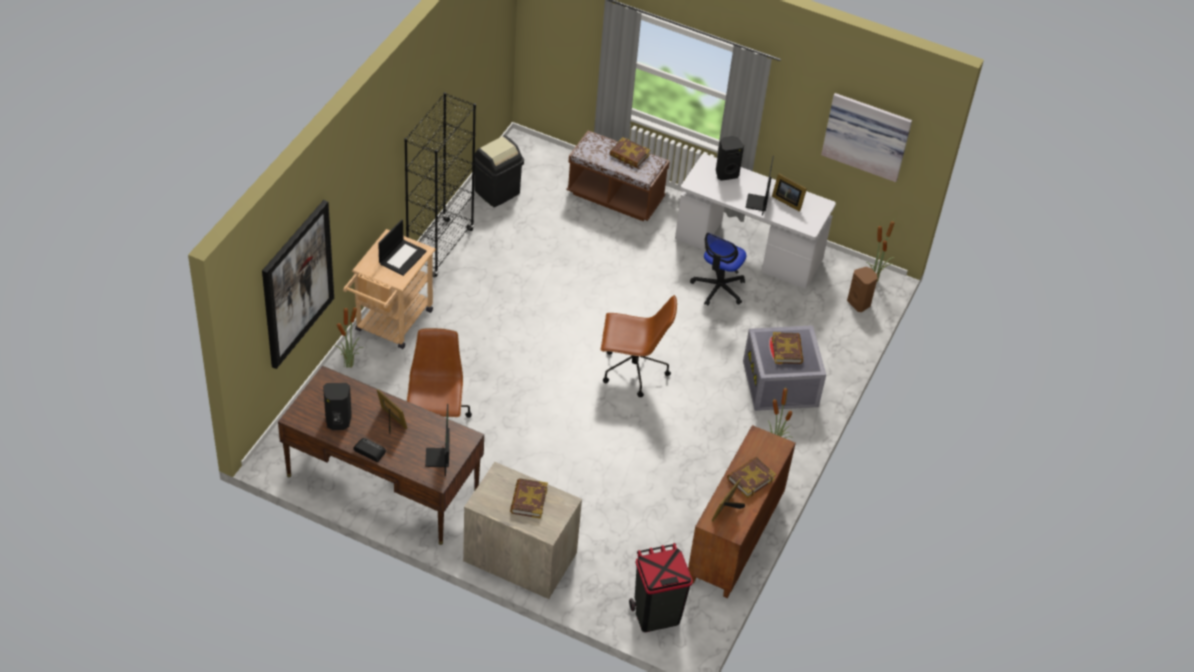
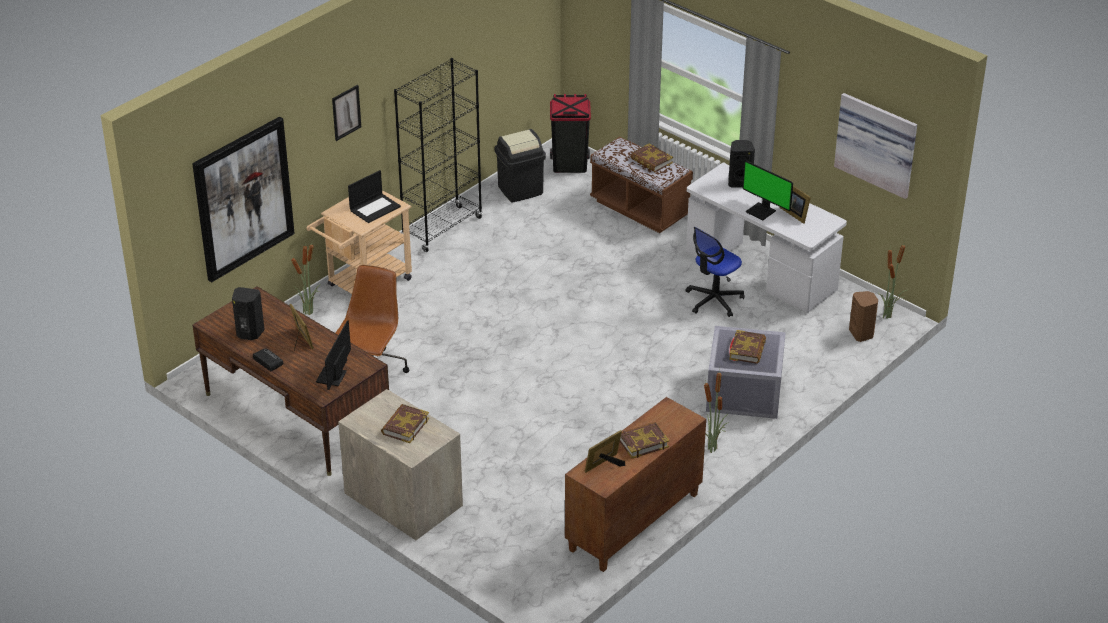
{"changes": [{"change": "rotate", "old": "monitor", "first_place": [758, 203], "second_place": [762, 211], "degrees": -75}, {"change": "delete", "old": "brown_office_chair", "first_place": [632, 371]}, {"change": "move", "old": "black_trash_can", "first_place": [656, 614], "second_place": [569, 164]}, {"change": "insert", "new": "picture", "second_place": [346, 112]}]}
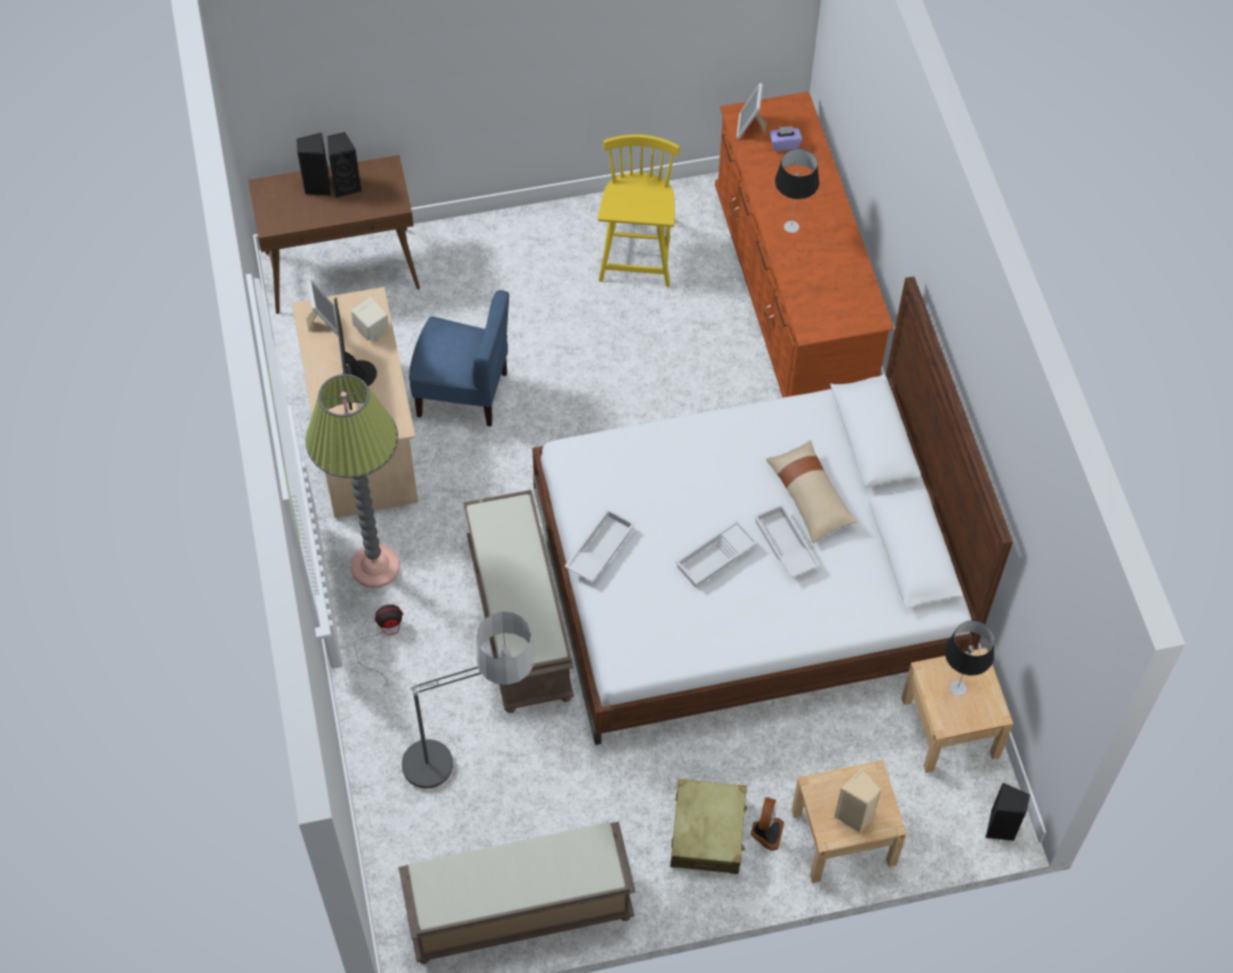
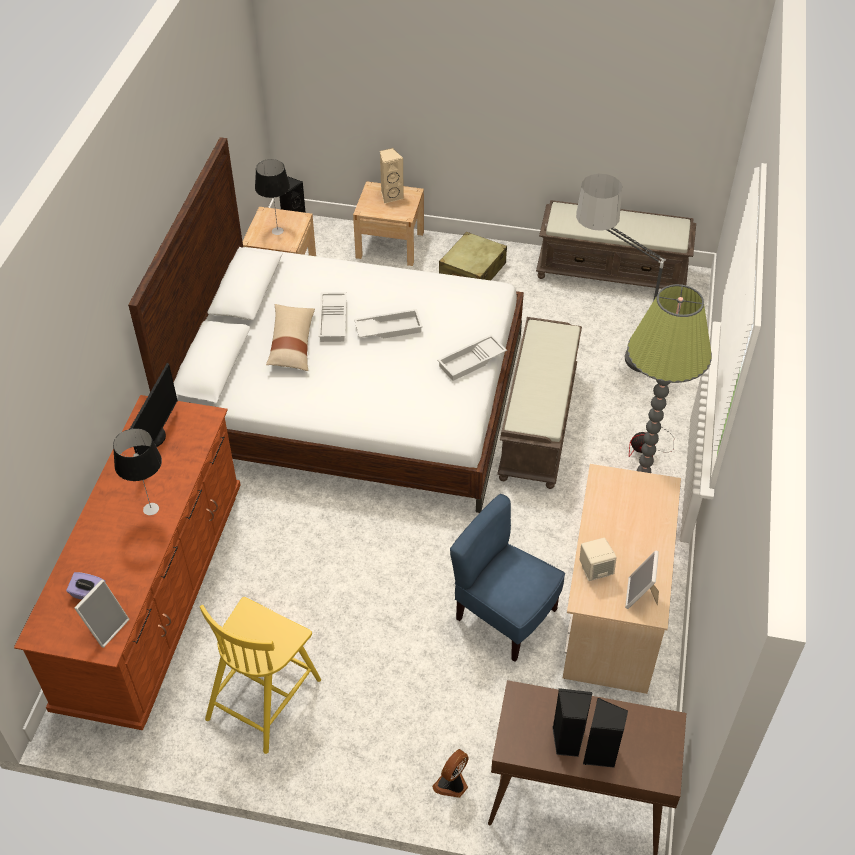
{"changes": [{"change": "move", "old": "monitor", "first_place": [355, 375], "second_place": [153, 437]}, {"change": "move", "old": "fan", "first_place": [766, 832], "second_place": [452, 784]}]}
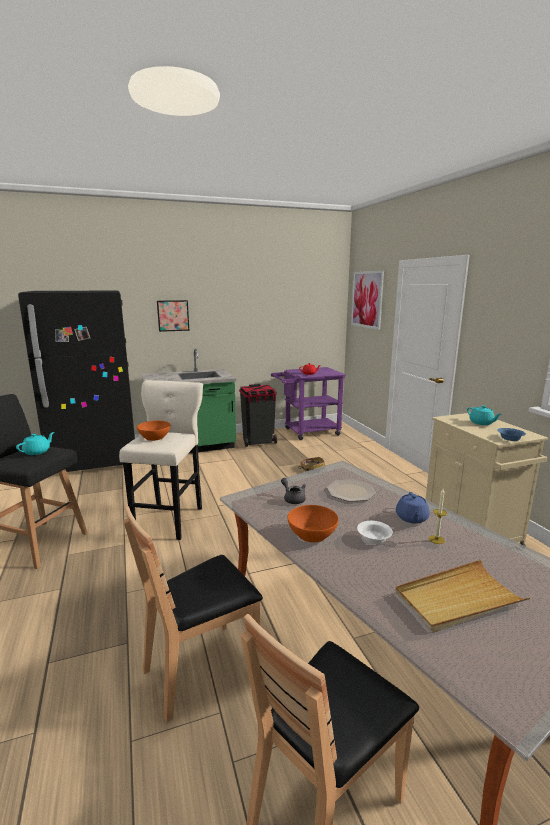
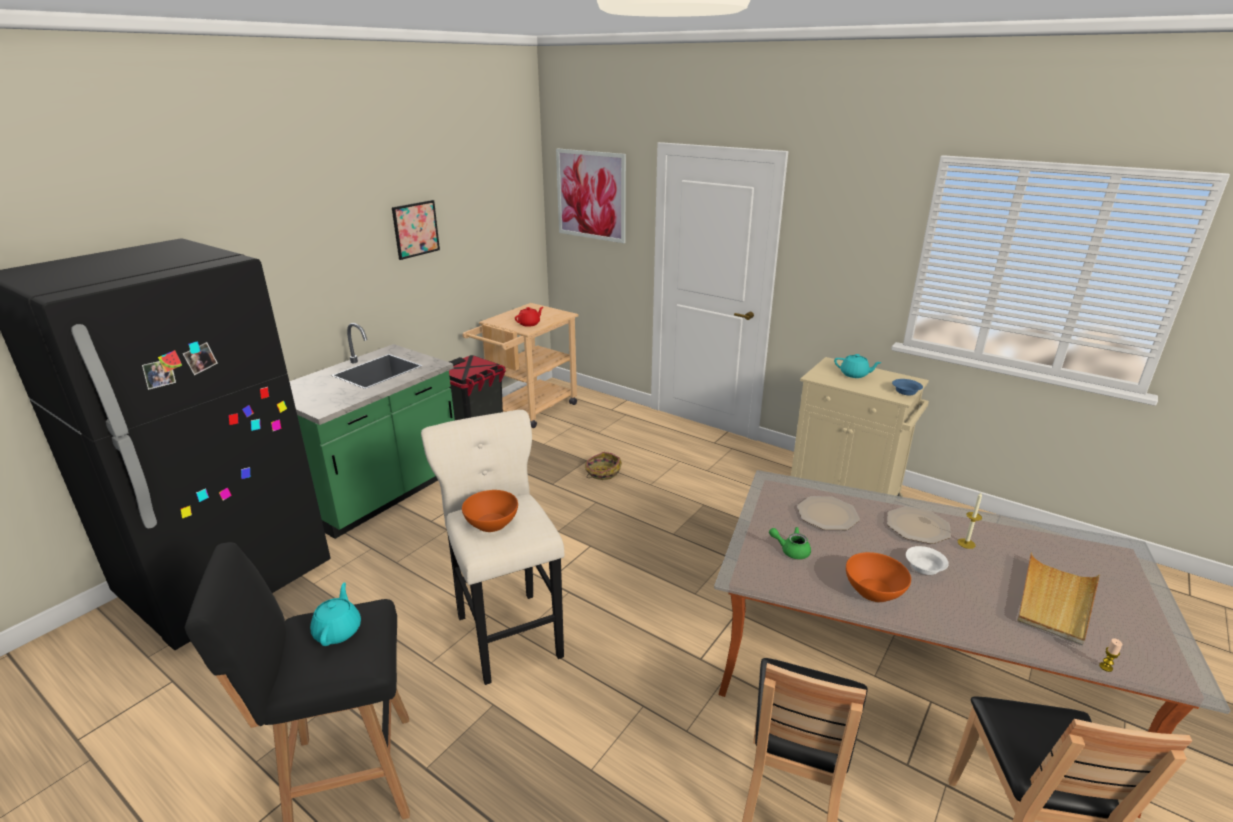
{"changes": [{"change": "move", "old": "picture", "first_place": [173, 315], "second_place": [415, 229]}, {"change": "recolor", "old": "purple_cart", "new": "beige_cart", "first_place": [307, 432], "second_place": [528, 411]}, {"change": "recolor", "old": "grey_teapot", "new": "green_teapot", "first_place": [293, 498], "second_place": [791, 550]}, {"change": "replace", "old": "blue_teapot", "new": "plate", "first_place": [411, 518], "second_place": [918, 526]}, {"change": "insert", "new": "candle", "second_place": [1105, 667]}]}
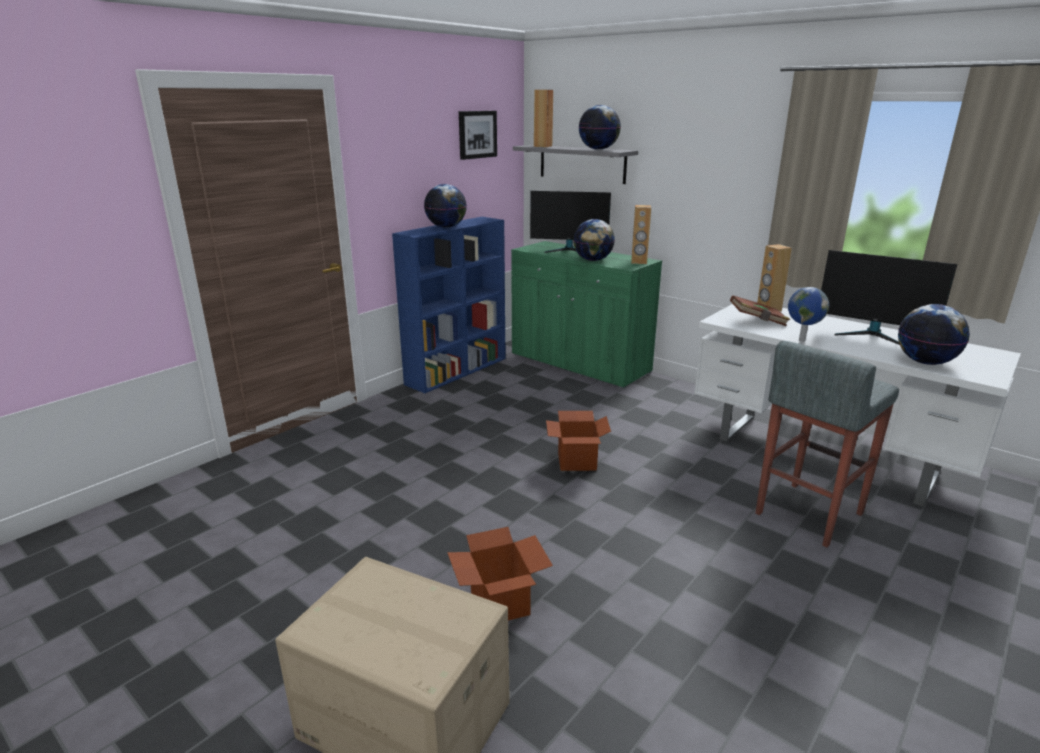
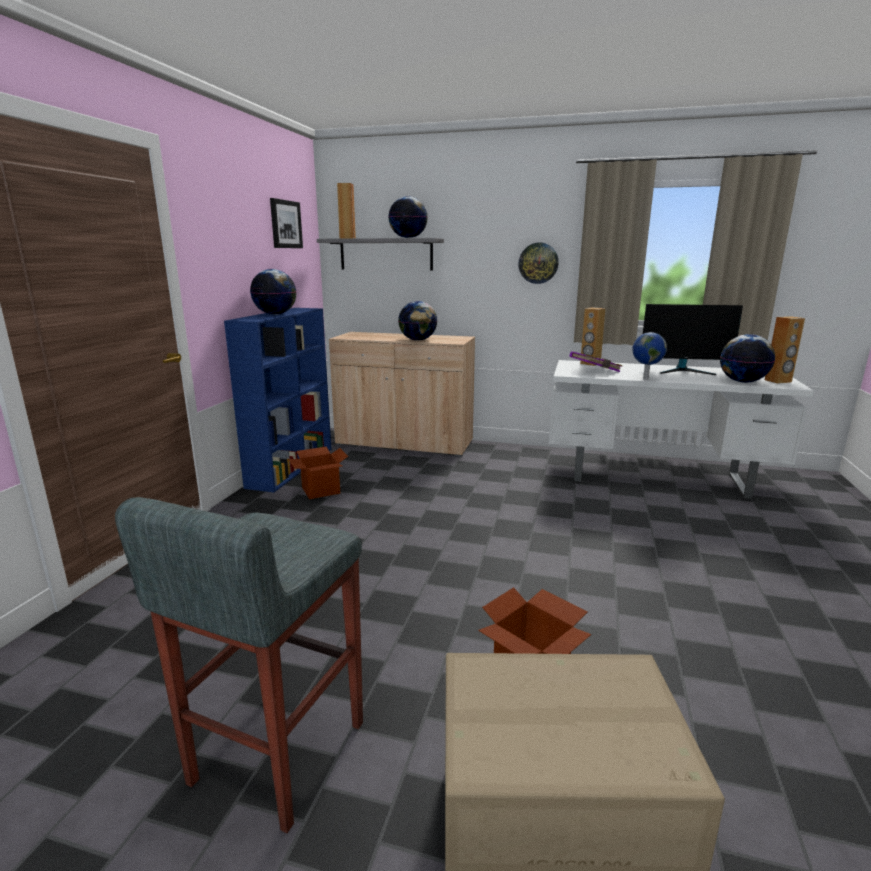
{"changes": [{"change": "delete", "old": "monitor", "first_place": [569, 250]}, {"change": "move", "old": "brown_speaker", "first_place": [639, 262], "second_place": [778, 381]}, {"change": "recolor", "old": "green_cabinet", "new": "beige_cabinet", "first_place": [579, 363], "second_place": [404, 443]}, {"change": "recolor", "old": "brown_book", "new": "purple_book", "first_place": [757, 321], "second_place": [595, 371]}, {"change": "move", "old": "grey_stool", "first_place": [807, 513], "second_place": [276, 753]}, {"change": "move", "old": "cardboard_box", "first_place": [577, 461], "second_place": [321, 490]}, {"change": "insert", "new": "wall_clock", "second_place": [538, 263]}]}
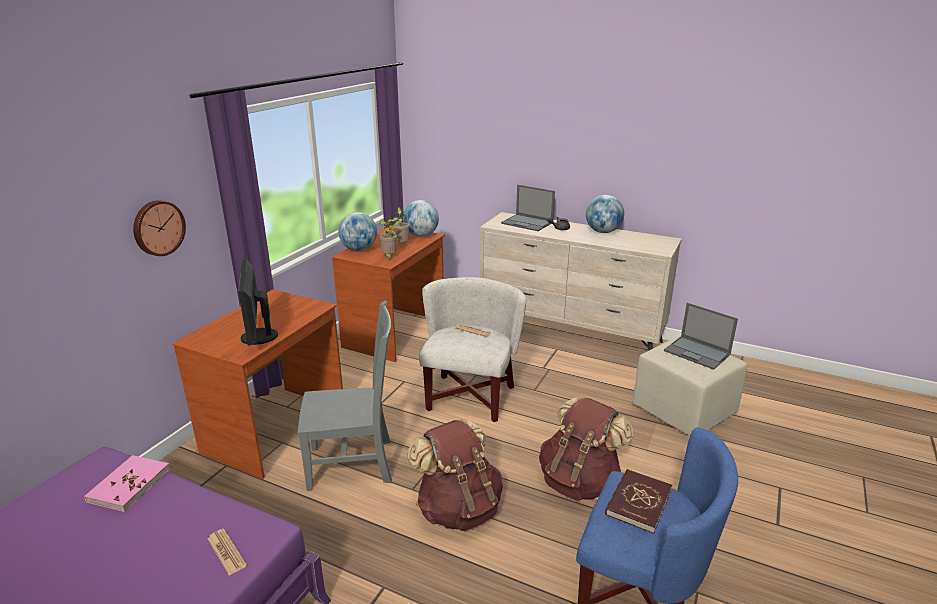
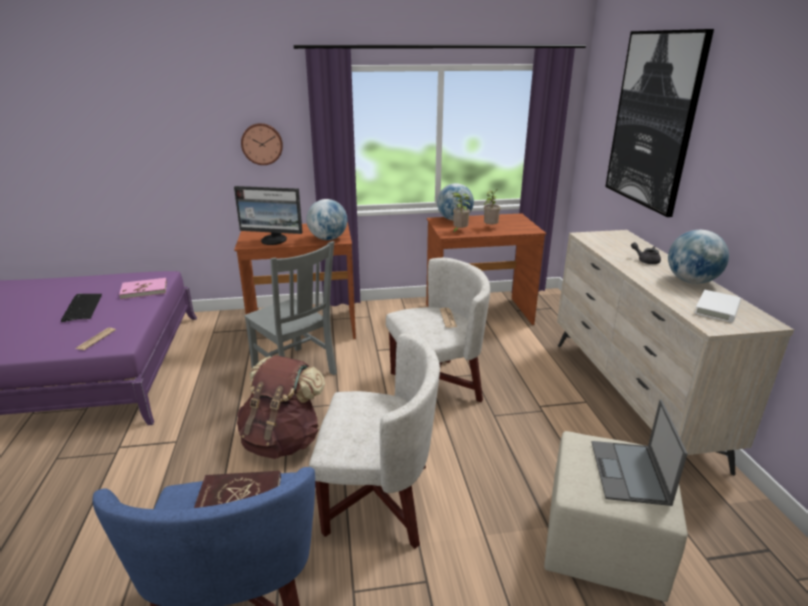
{"changes": [{"change": "delete", "old": "laptop", "first_place": [527, 223]}, {"change": "move", "old": "globe", "first_place": [421, 235], "second_place": [328, 239]}, {"change": "rotate", "old": "monitor", "first_place": [258, 337], "second_place": [274, 240], "degrees": -120}, {"change": "replace", "old": "brown_backpack", "new": "white_armchair", "first_place": [580, 482], "second_place": [379, 500]}, {"change": "insert", "new": "picture", "second_place": [653, 120]}, {"change": "insert", "new": "white_book", "second_place": [717, 309]}, {"change": "insert", "new": "keyboard", "second_place": [82, 308]}]}
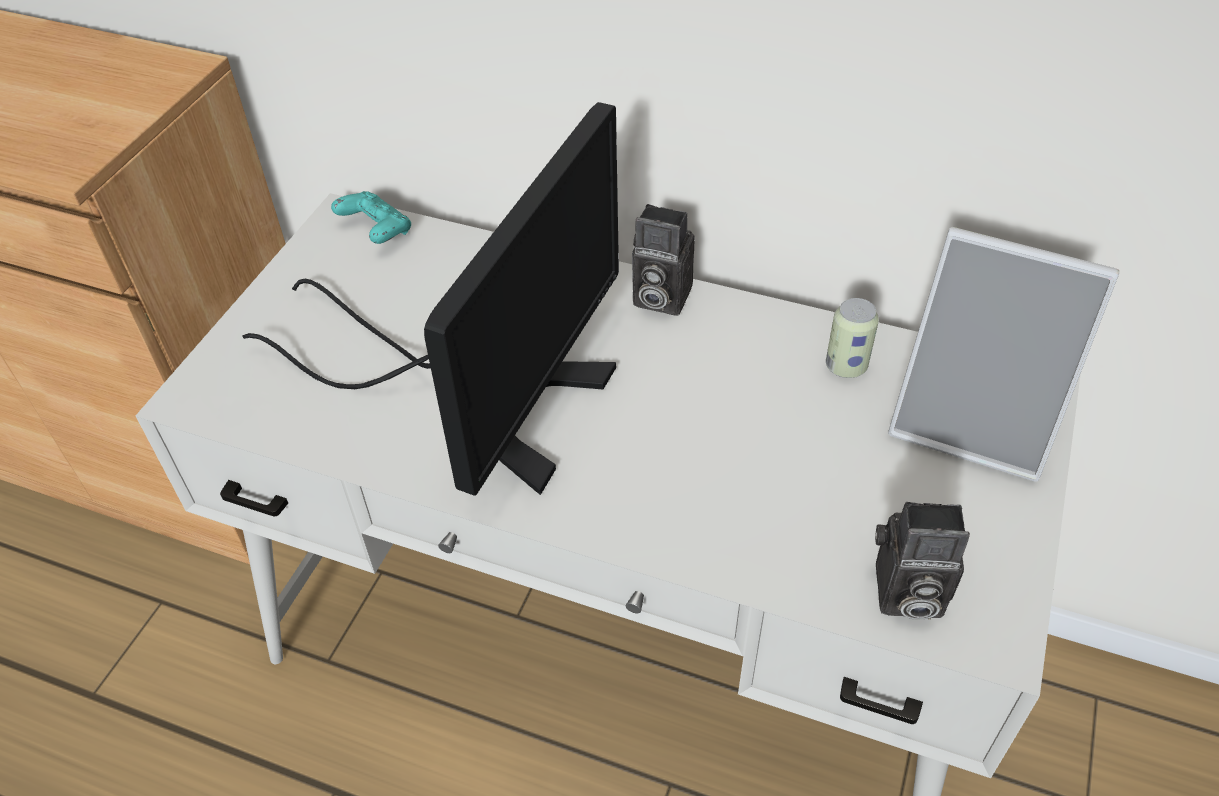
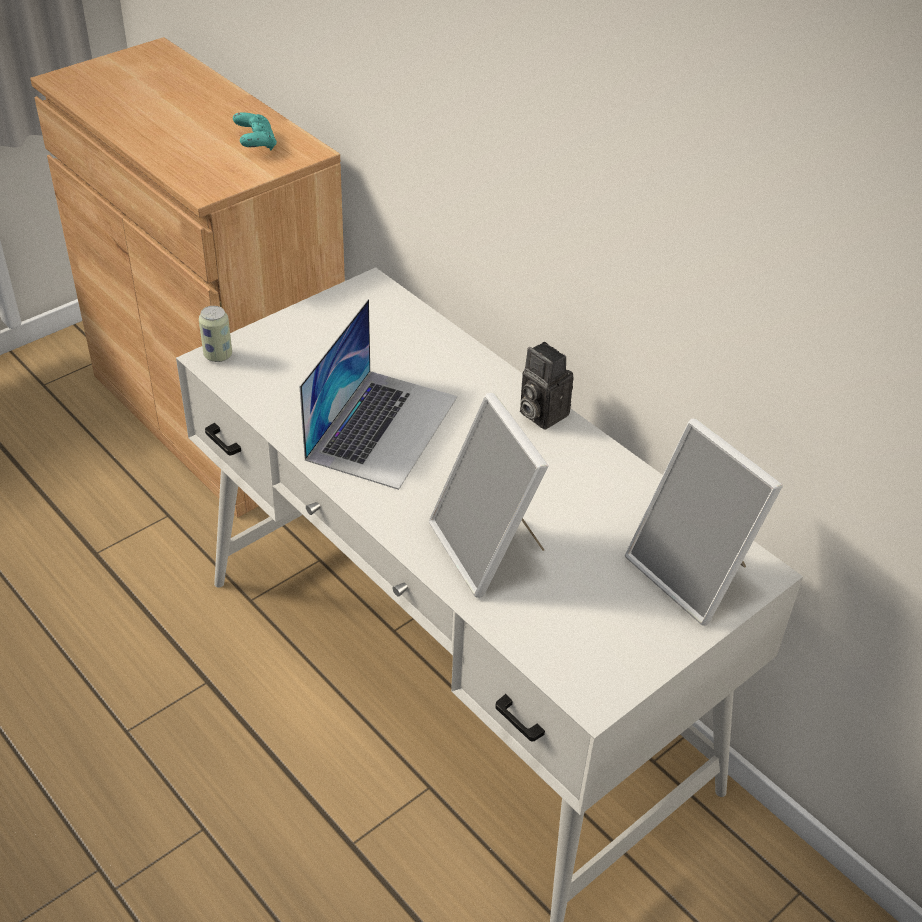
{"changes": [{"change": "replace", "old": "monitor", "new": "laptop", "first_place": [483, 395], "second_place": [382, 427]}, {"change": "move", "old": "turquoise_game_controller", "first_place": [376, 231], "second_place": [255, 143]}, {"change": "move", "old": "can", "first_place": [846, 366], "second_place": [218, 355]}, {"change": "delete", "old": "photo_camera", "first_place": [904, 594]}, {"change": "insert", "new": "picture_frame", "second_place": [489, 549]}]}
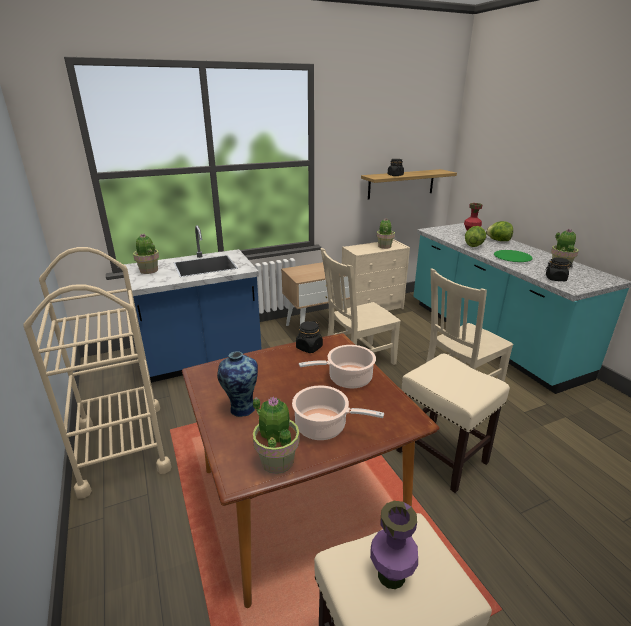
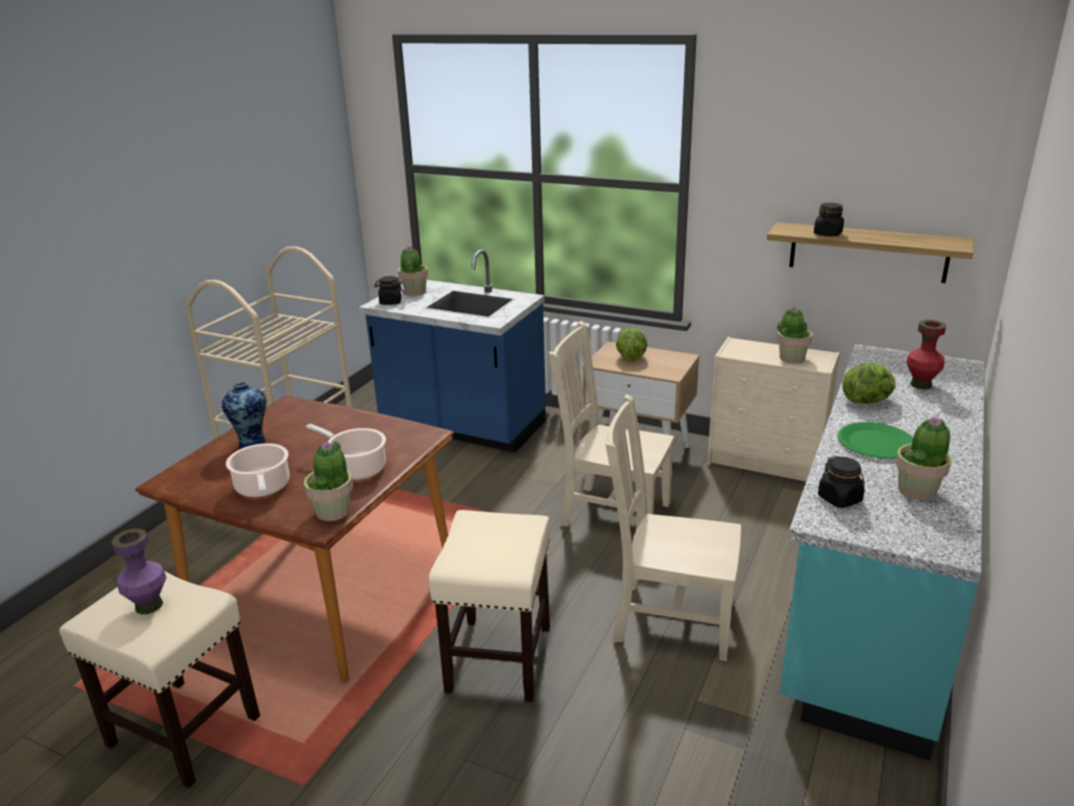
{"changes": [{"change": "move", "old": "lettuce", "first_place": [498, 240], "second_place": [630, 357]}, {"change": "move", "old": "black_jar", "first_place": [309, 347], "second_place": [390, 302]}, {"change": "move", "old": "potted_plant", "first_place": [277, 460], "second_place": [333, 511]}]}
